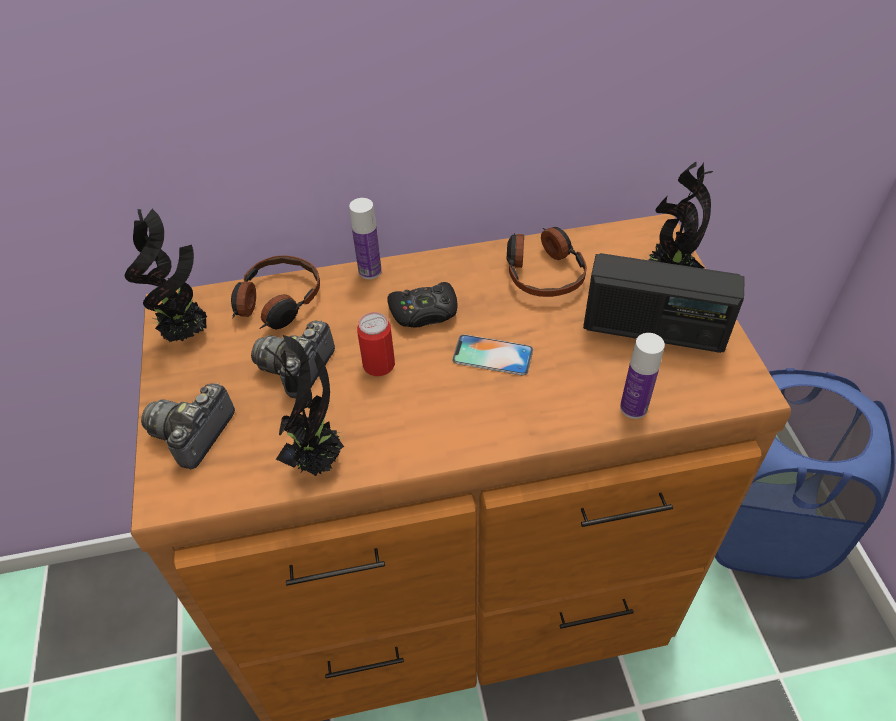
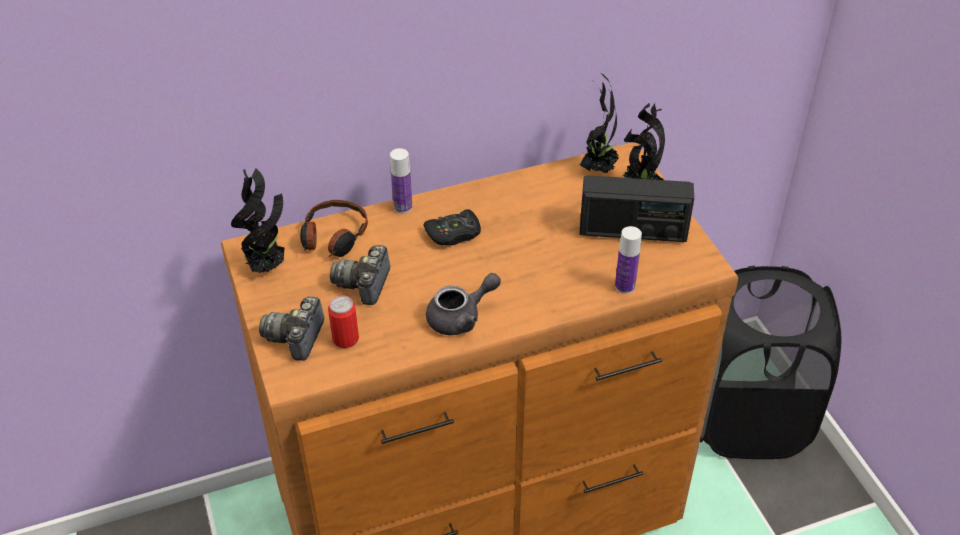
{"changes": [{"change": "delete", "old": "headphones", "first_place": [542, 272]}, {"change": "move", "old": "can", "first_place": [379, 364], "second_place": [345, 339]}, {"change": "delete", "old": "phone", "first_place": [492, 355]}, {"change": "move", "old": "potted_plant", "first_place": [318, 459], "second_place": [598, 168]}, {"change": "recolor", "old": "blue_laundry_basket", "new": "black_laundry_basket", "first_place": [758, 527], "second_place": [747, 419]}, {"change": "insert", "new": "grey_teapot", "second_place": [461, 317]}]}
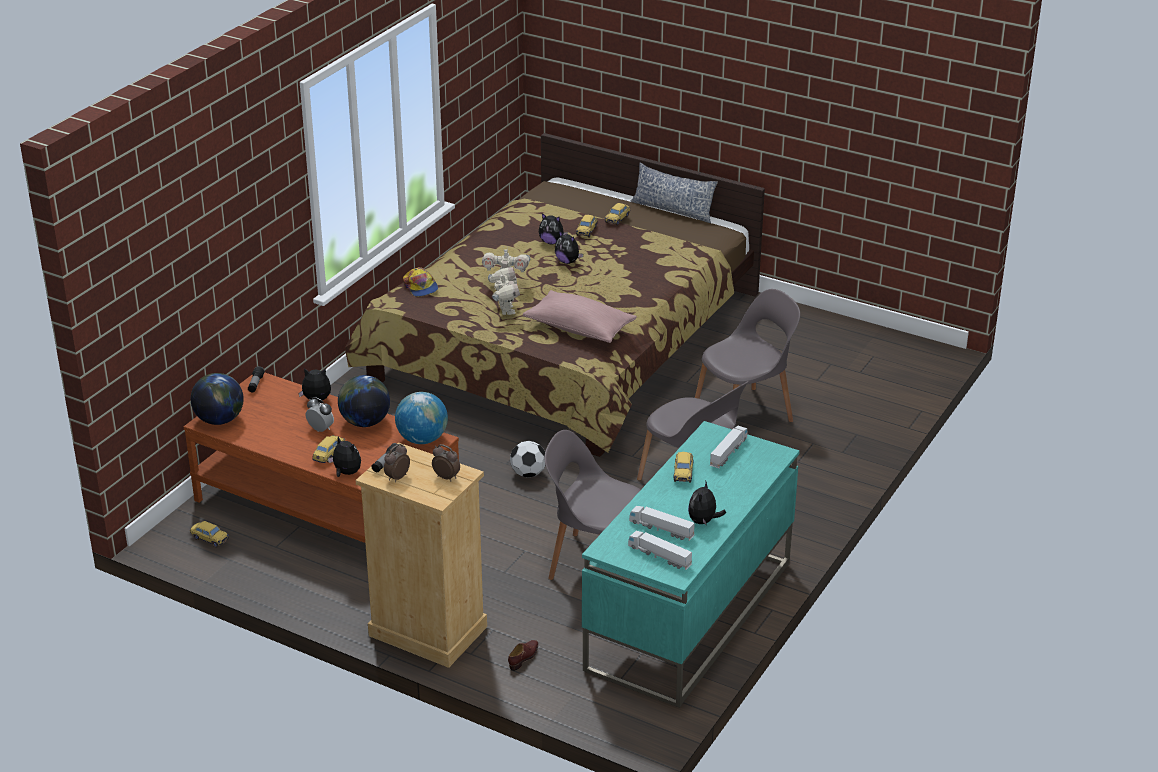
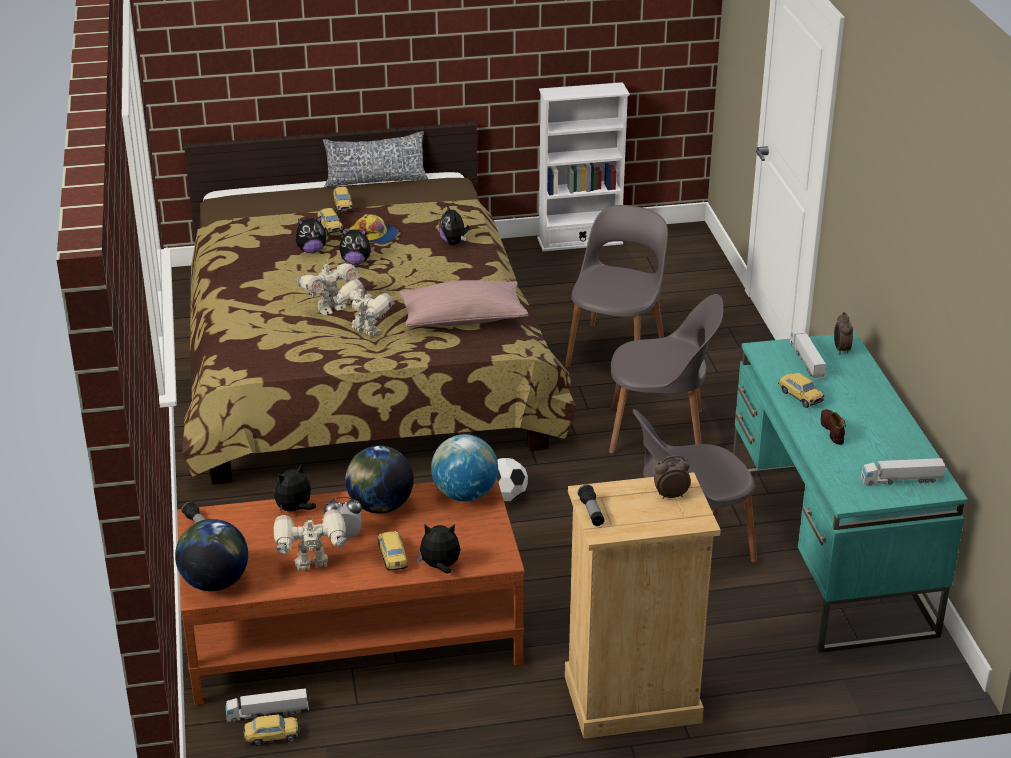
{"changes": [{"change": "move", "old": "cap", "first_place": [421, 287], "second_place": [374, 235]}, {"change": "move", "old": "alarm_clock", "first_place": [397, 477], "second_place": [841, 350]}, {"change": "move", "old": "plush_toy", "first_place": [703, 521], "second_place": [454, 242]}, {"change": "move", "old": "toy_truck", "first_place": [661, 529], "second_place": [267, 713]}, {"change": "move", "old": "brown_shoe", "first_place": [524, 657], "second_place": [832, 429]}, {"change": "insert", "new": "white_bookcase", "second_place": [580, 241]}, {"change": "insert", "new": "toy_robot", "second_place": [312, 566]}]}
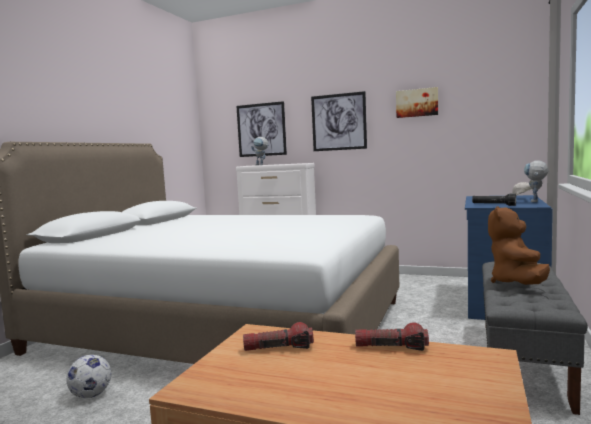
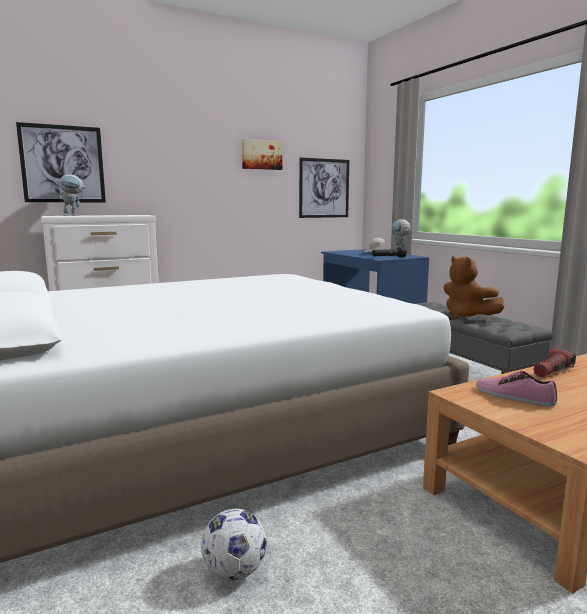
{"changes": [{"change": "move", "old": "picture", "first_place": [338, 122], "second_place": [324, 188]}, {"change": "replace", "old": "flashlight", "new": "shoe", "first_place": [279, 348], "second_place": [514, 396]}]}
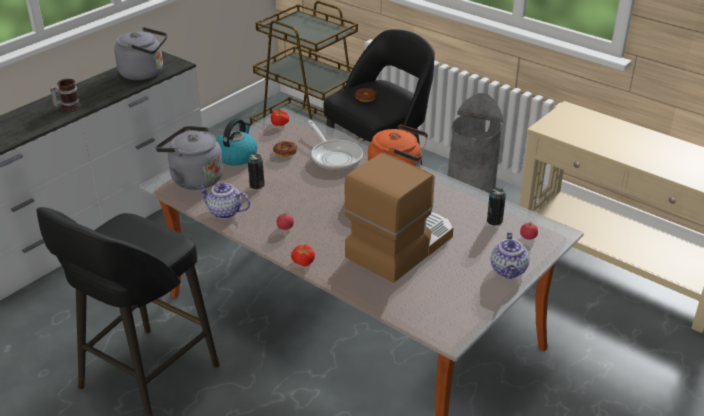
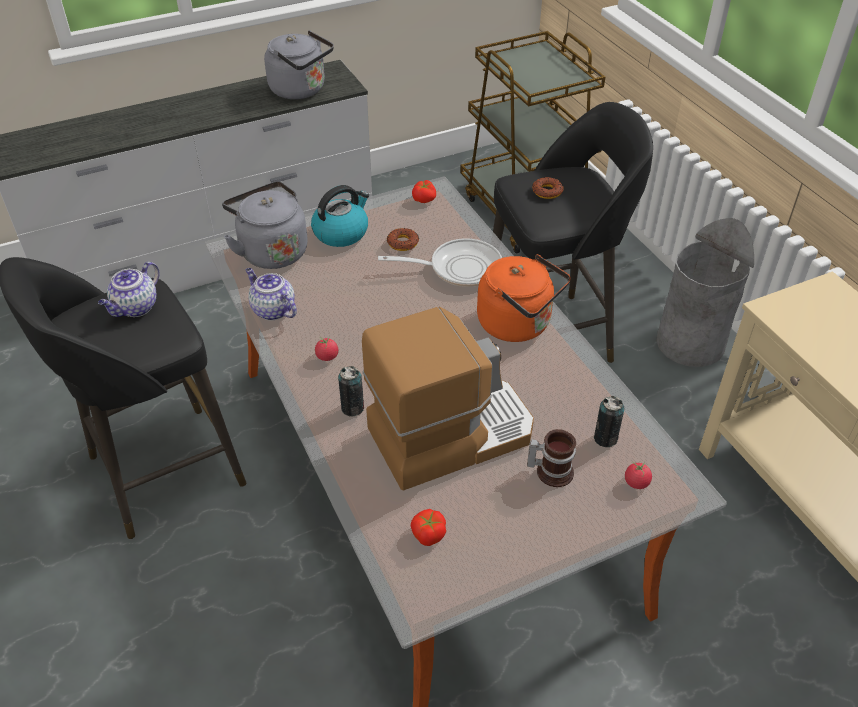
{"changes": [{"change": "move", "old": "mug", "first_place": [68, 106], "second_place": [551, 470]}, {"change": "rotate", "old": "frying_pan", "first_place": [335, 156], "second_place": [459, 268], "degrees": -90}, {"change": "move", "old": "can", "first_place": [257, 185], "second_place": [352, 408]}, {"change": "move", "old": "teapot", "first_place": [508, 271], "second_place": [135, 308]}, {"change": "move", "old": "tomato", "first_place": [303, 262], "second_place": [428, 534]}]}
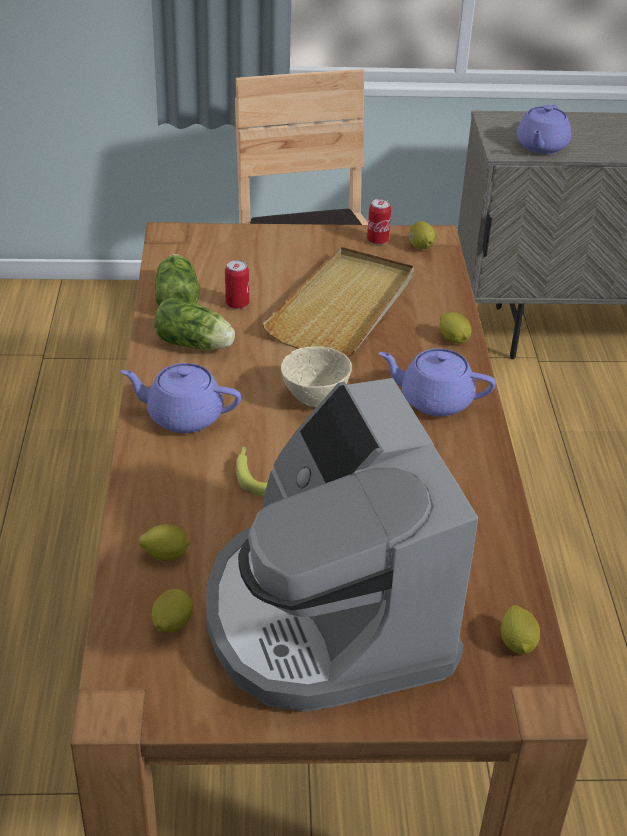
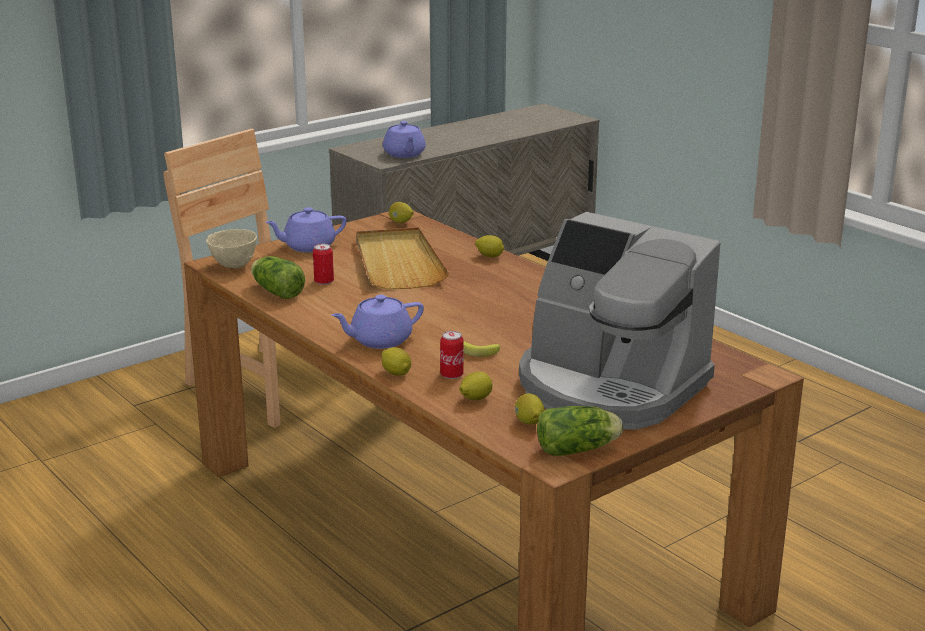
{"changes": [{"change": "move", "old": "can", "first_place": [377, 240], "second_place": [451, 375]}, {"change": "move", "old": "lettuce", "first_place": [196, 345], "second_place": [580, 449]}, {"change": "move", "old": "beige_bowl", "first_place": [316, 400], "second_place": [234, 266]}, {"change": "move", "old": "purple_teapot", "first_place": [434, 400], "second_place": [308, 246]}, {"change": "move", "old": "lemon", "first_place": [517, 643], "second_place": [396, 373]}]}
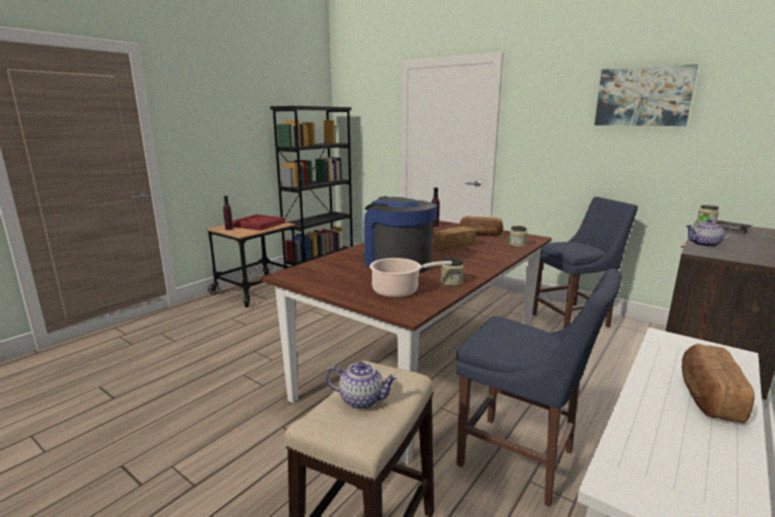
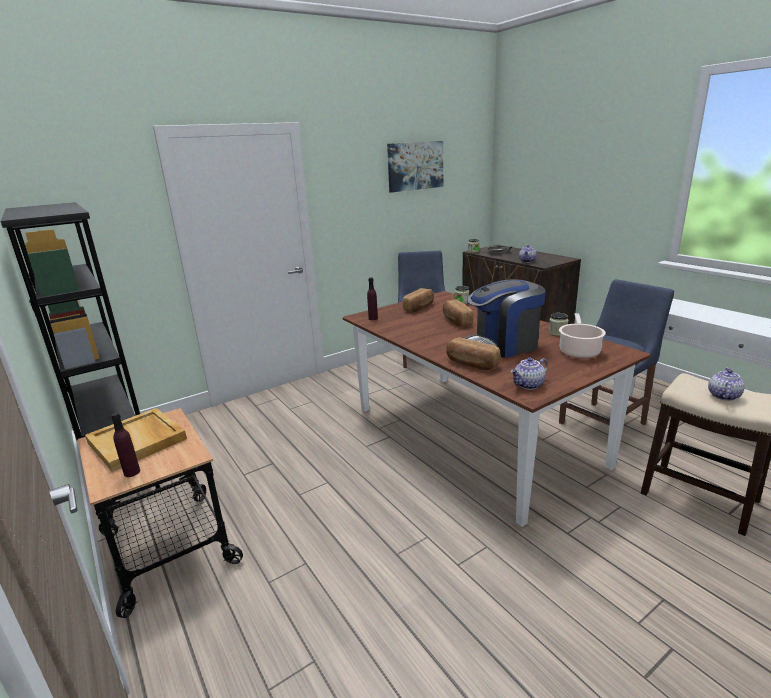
{"changes": [{"change": "recolor", "old": "red_tray", "new": "beige_tray", "first_place": [258, 224], "second_place": [138, 441]}, {"change": "move", "old": "bread", "first_place": [707, 396], "second_place": [471, 364]}, {"change": "insert", "new": "teapot", "second_place": [529, 385]}]}
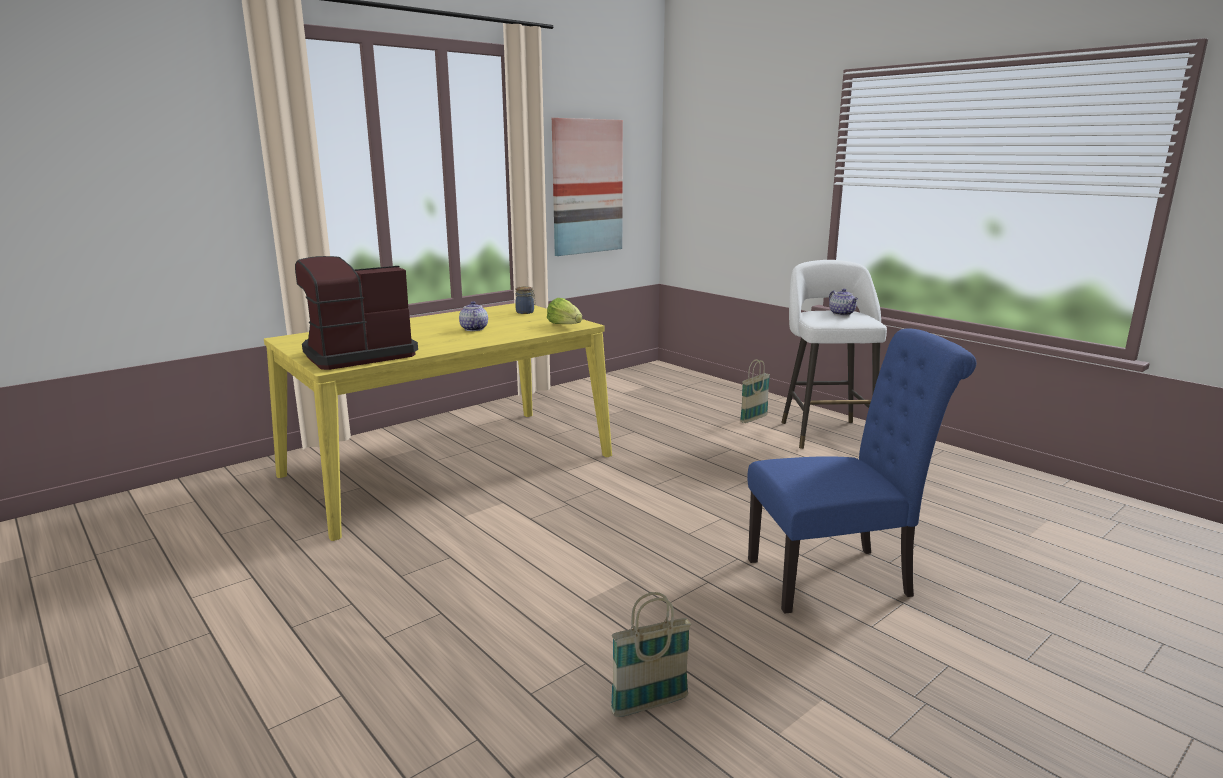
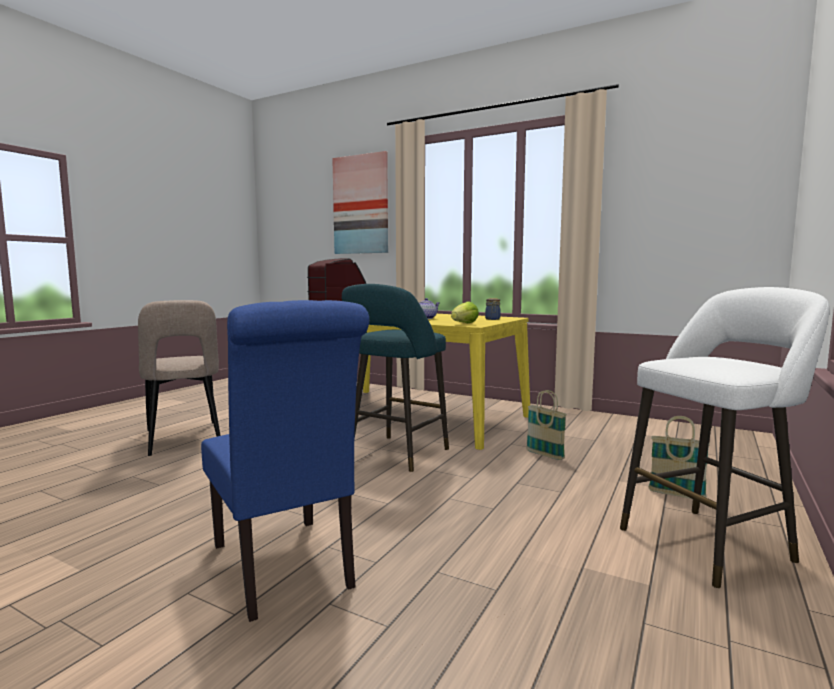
{"changes": [{"change": "move", "old": "picture", "first_place": [587, 187], "second_place": [361, 205]}, {"change": "delete", "old": "teapot", "first_place": [842, 314]}, {"change": "move", "old": "basket", "first_place": [649, 705], "second_place": [545, 455]}, {"change": "insert", "new": "turquoise_stool", "second_place": [395, 455]}, {"change": "insert", "new": "beige_chair", "second_place": [184, 440]}]}
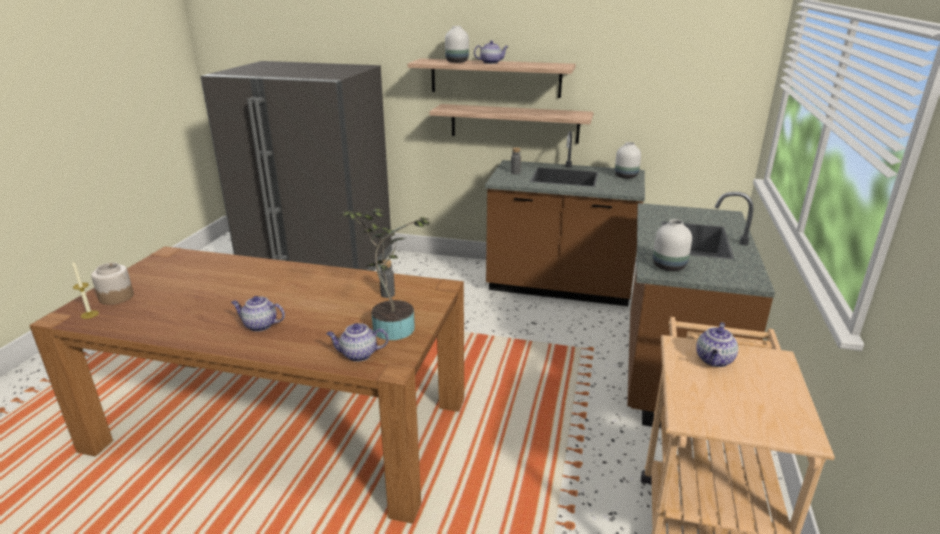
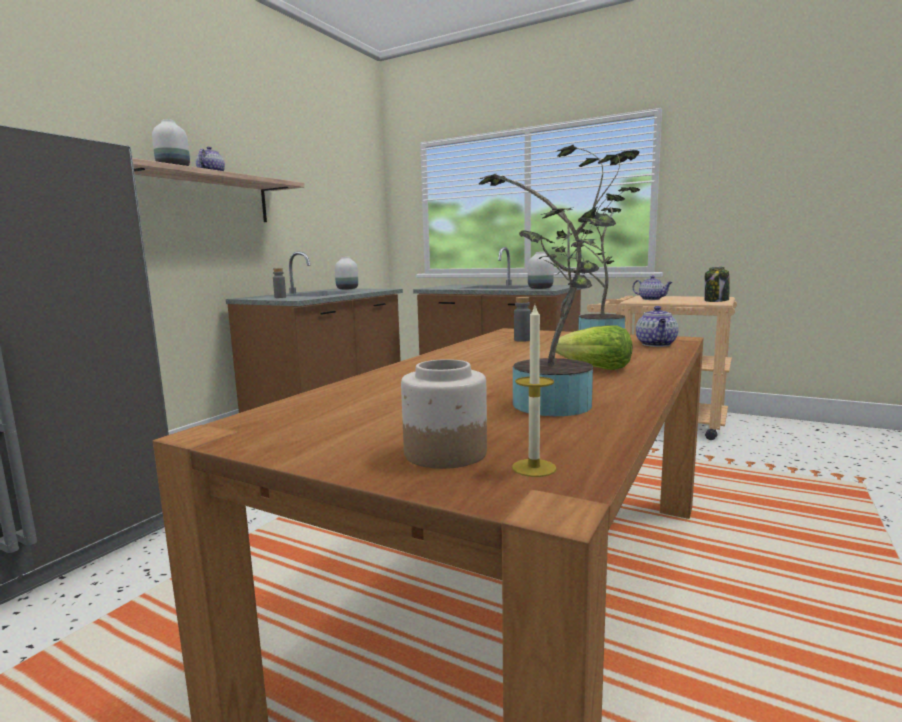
{"changes": [{"change": "delete", "old": "shelf", "first_place": [514, 123]}, {"change": "replace", "old": "teapot", "new": "lettuce", "first_place": [259, 325], "second_place": [594, 369]}, {"change": "insert", "new": "potted_plant", "second_place": [556, 407]}, {"change": "insert", "new": "jar", "second_place": [716, 301]}]}
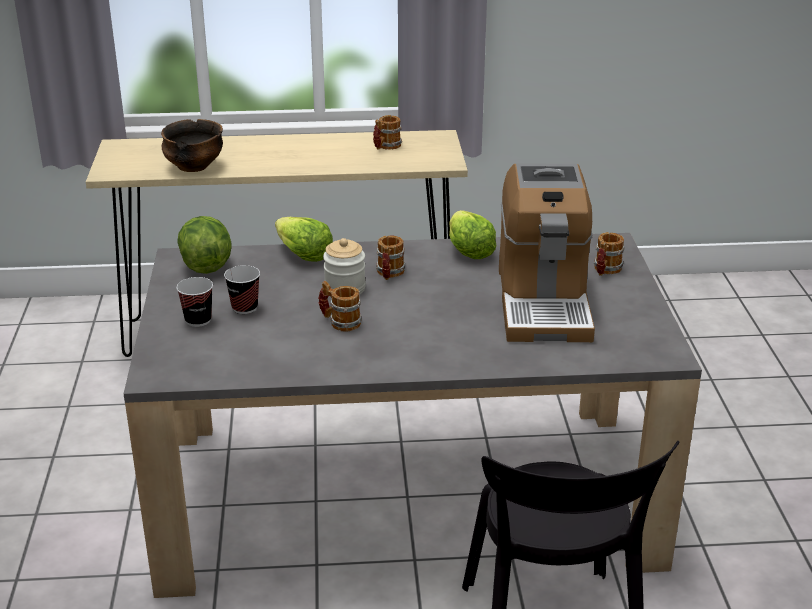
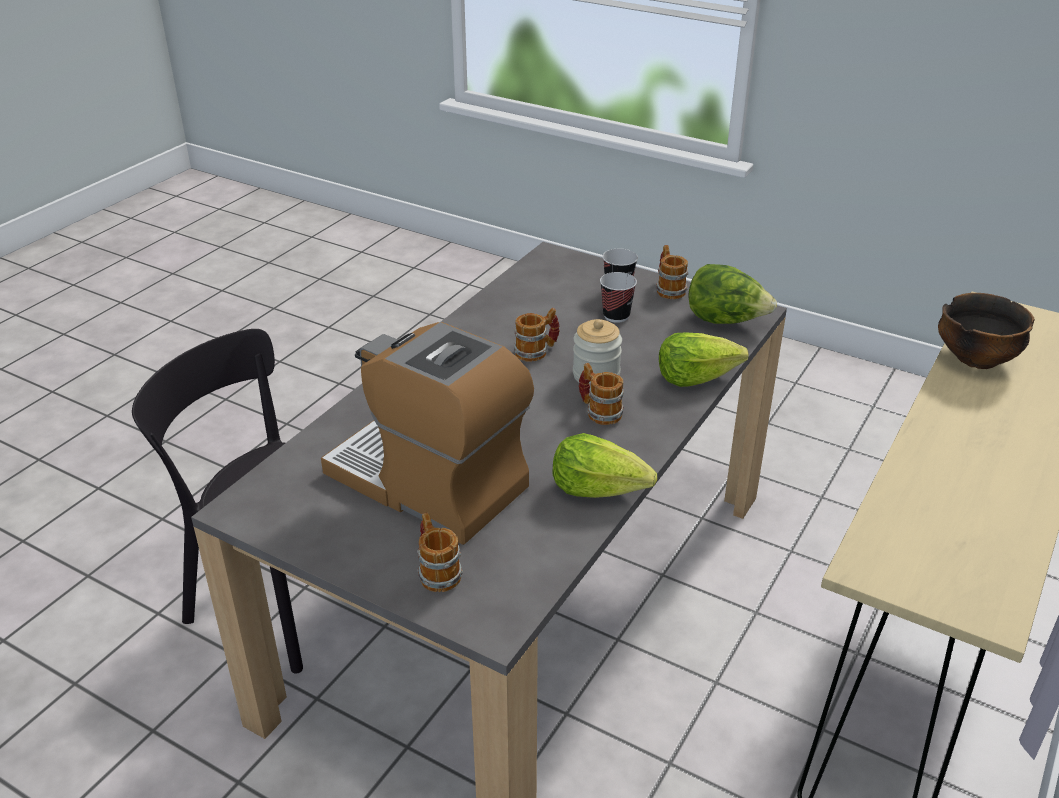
{"changes": [{"change": "move", "old": "mug", "first_place": [386, 147], "second_place": [668, 289]}]}
